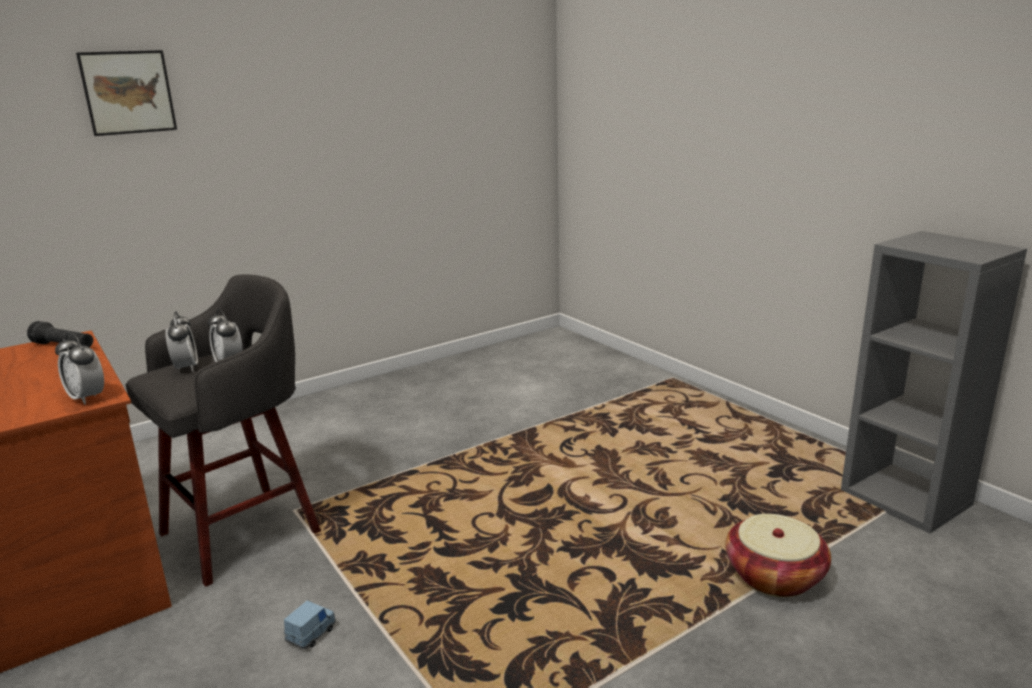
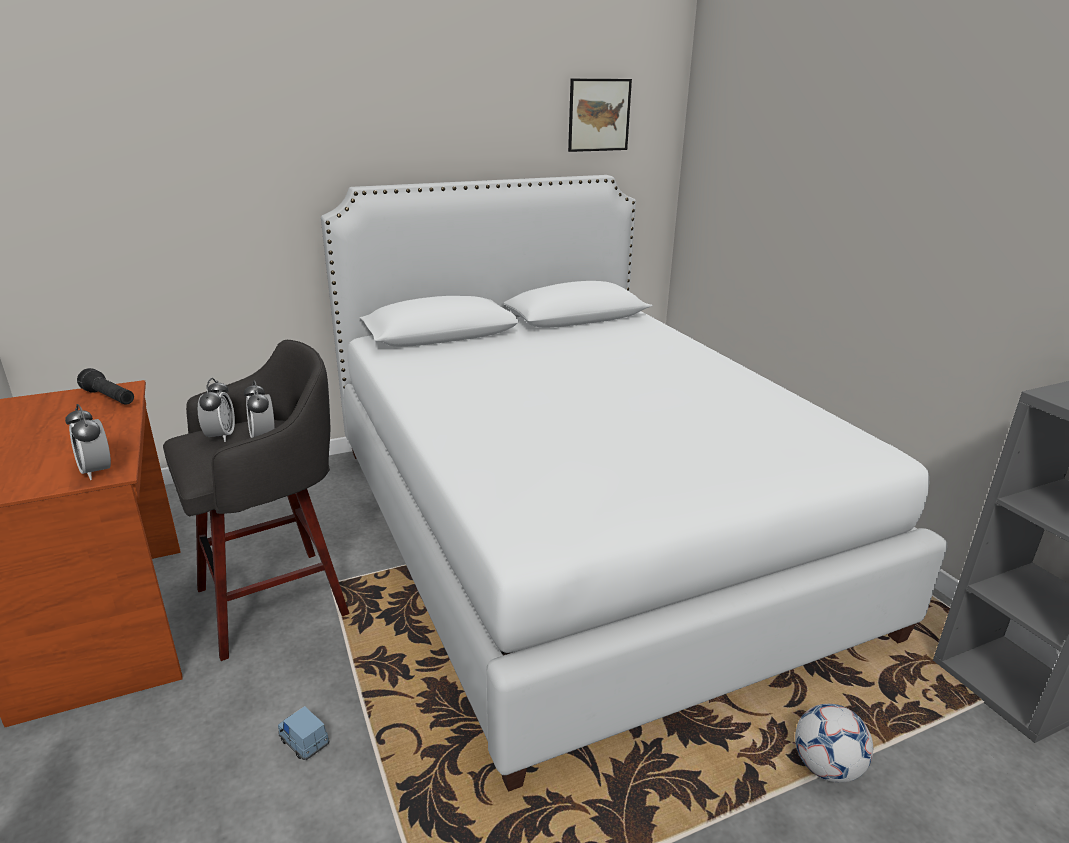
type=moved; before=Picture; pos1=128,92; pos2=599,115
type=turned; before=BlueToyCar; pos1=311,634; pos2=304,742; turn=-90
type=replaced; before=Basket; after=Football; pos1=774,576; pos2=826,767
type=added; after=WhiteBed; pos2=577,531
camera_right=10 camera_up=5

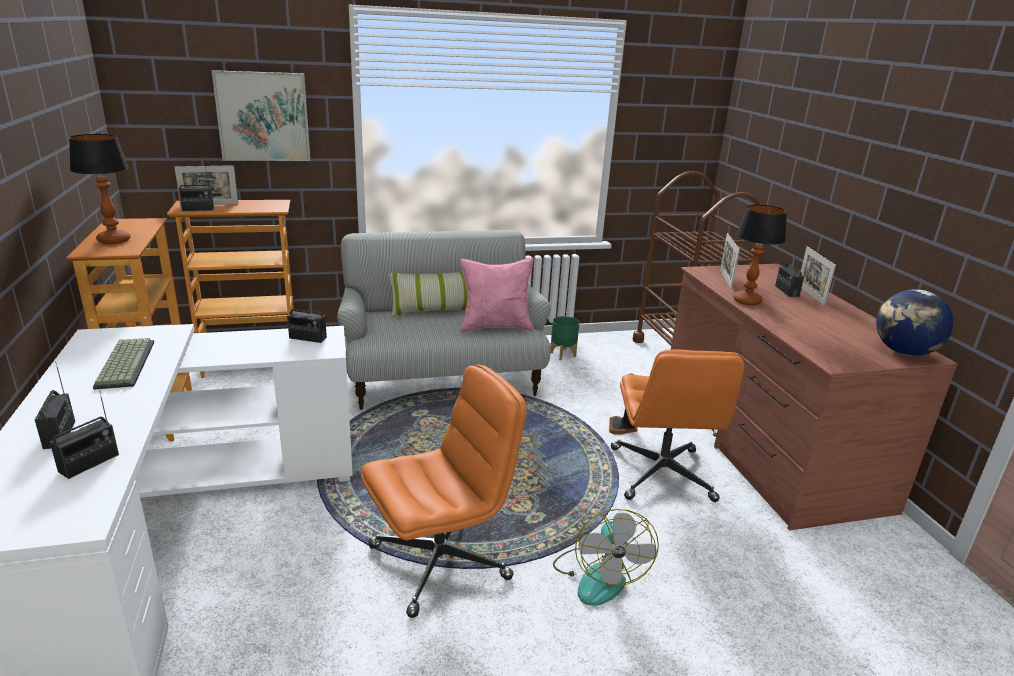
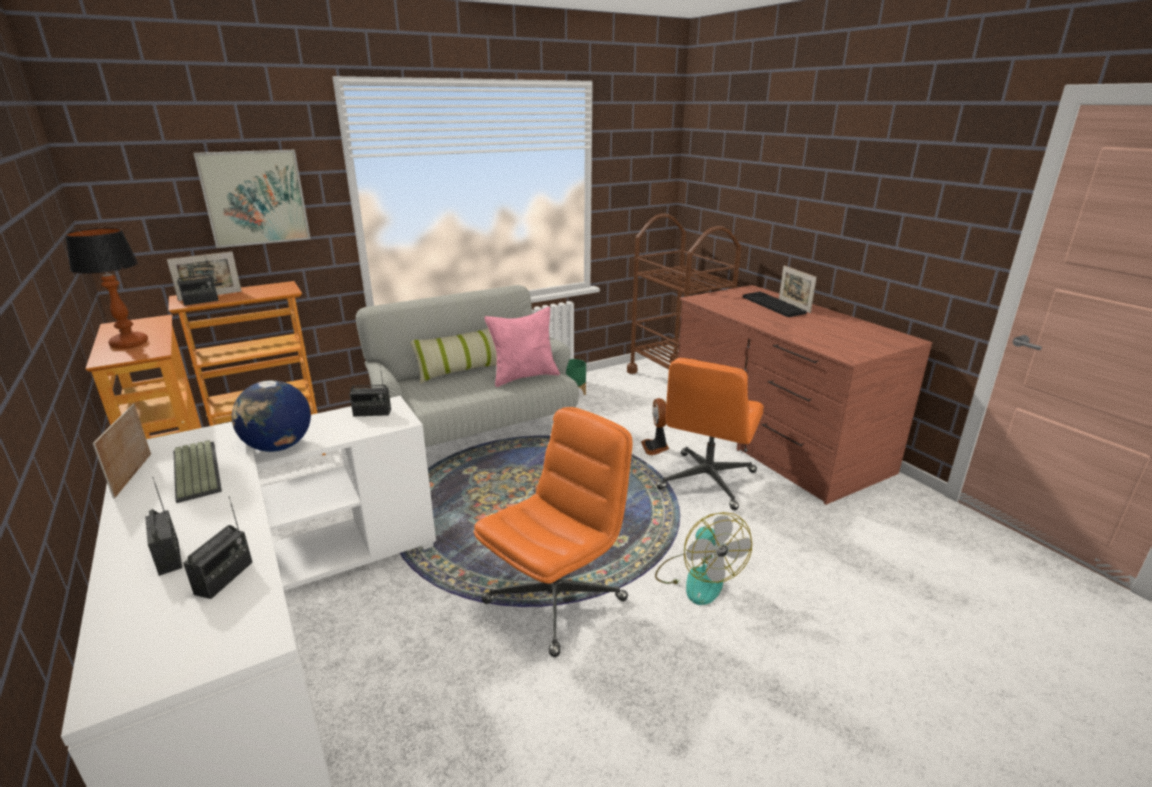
type=turned; before=OrangeOfficeChair; pos1=662,475; pos2=707,481; turn=45
type=moved; before=PictureFrame; pos1=725,279; pos2=133,475
type=removed; before=TableLamp; pos1=747,301
type=replaced; before=Radio; after=Keyboard; pos1=786,291; pos2=774,305
type=moved; before=Globe; pos1=904,352; pos2=278,447
camera_right=-15 camera_up=0

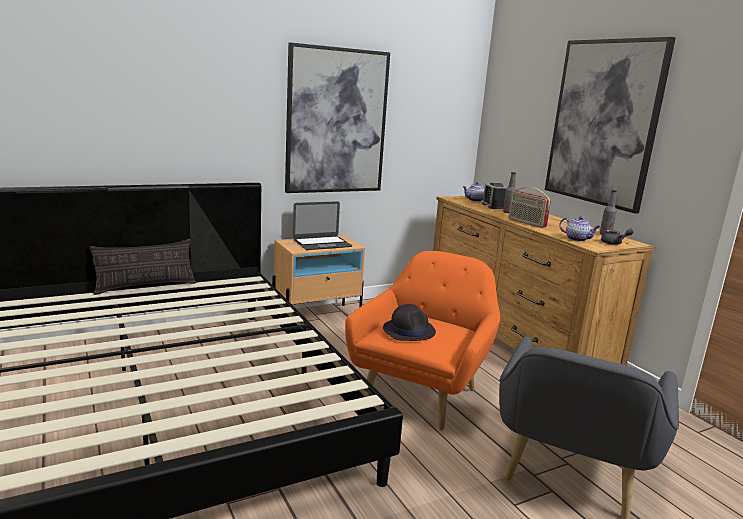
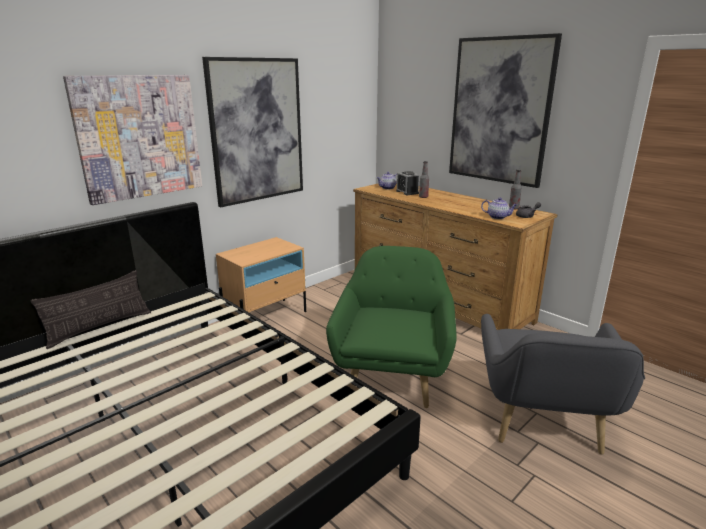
type=removed; before=Laptop; pos1=322,243
type=recoloured; before=OrangeArmchair; after=GreenArmchair; pos1=421,393; pos2=392,374
type=removed; before=BlackHat; pos1=409,330
type=removed; before=Radio; pos1=526,223
type=added; after=Picture; pos2=139,137
camera_right=-15 camera_up=5

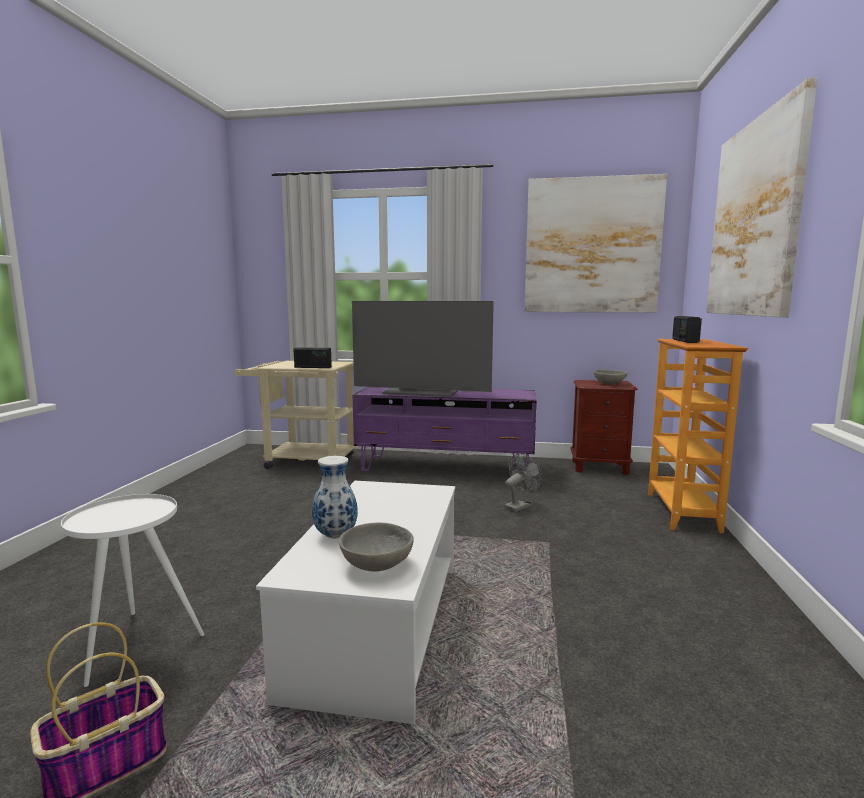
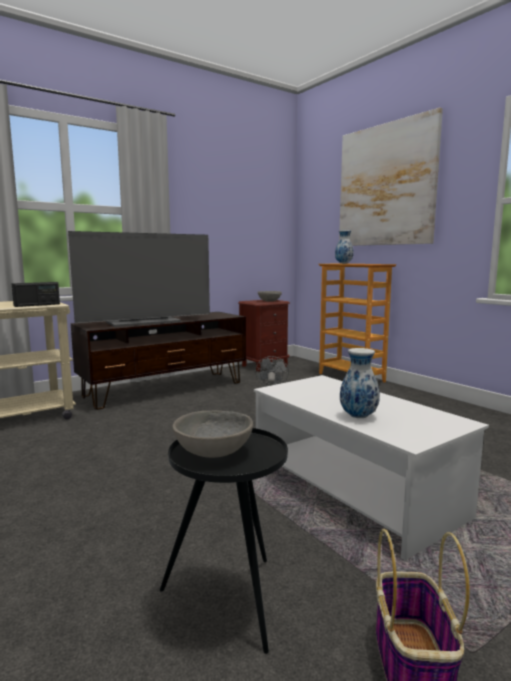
type=recoloured; before=WhiteSideTable; after=BlackSideTable; pos1=136,645; pos2=229,602
type=moved; before=GreyBowl; pos1=378,564; pos2=214,451
type=recoloured; before=PurpleTvStand; after=BrownTvStand; pos1=446,467; pos2=166,389
type=removed; before=Picture; pos1=592,246
type=replaced; before=Radio; after=Vase; pos1=684,341; pos2=344,263
camera_right=-45 camera_up=0

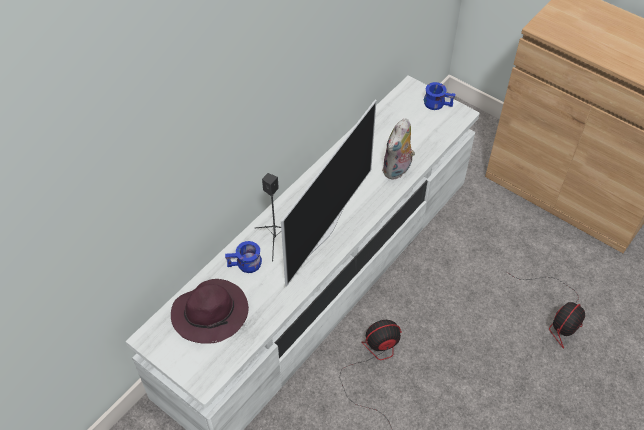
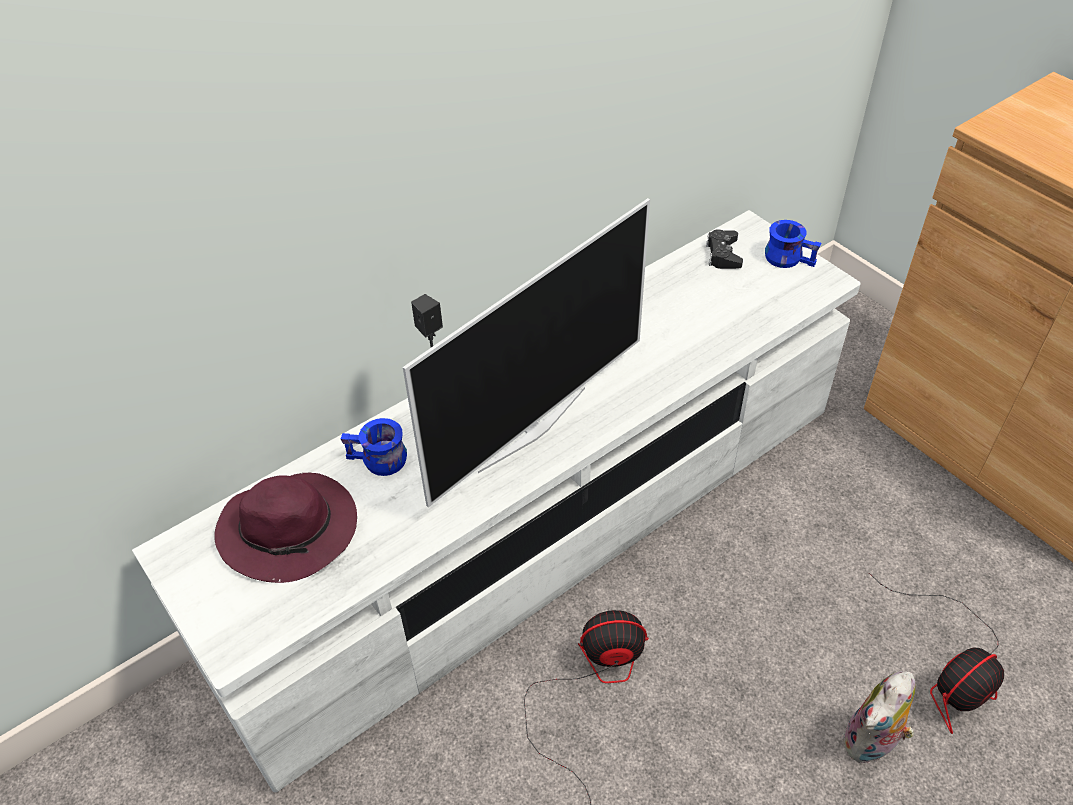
type=moved; before=PlushToy; pos1=397,170; pos2=871,743
type=added; after=BlackGameController; pos2=723,254
camera_right=15 camera_up=-5

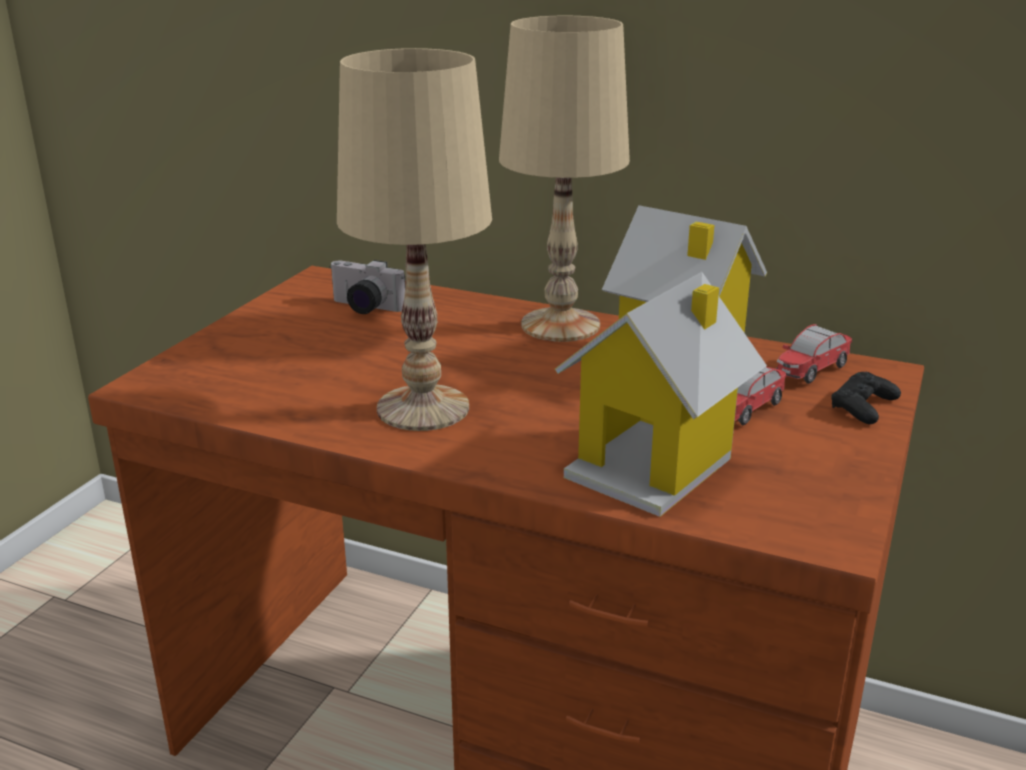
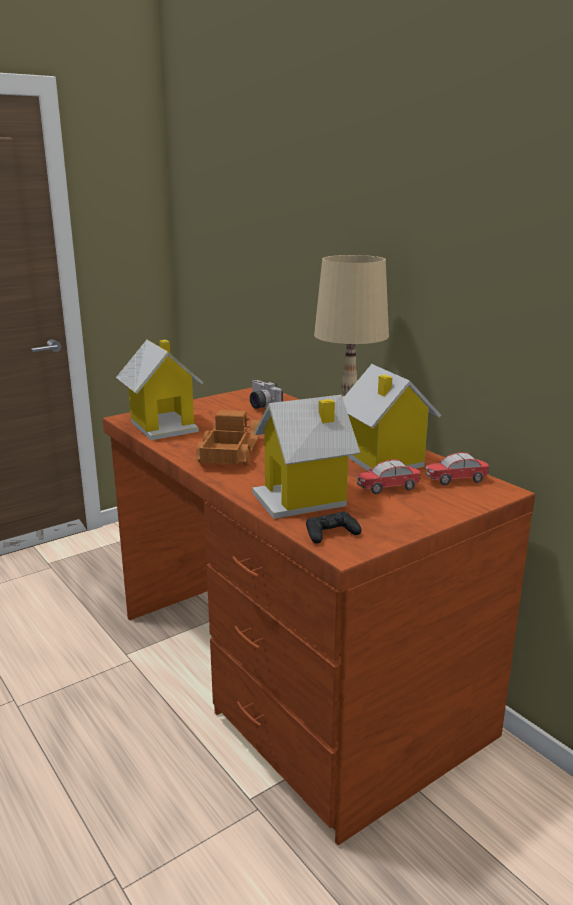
type=replaced; before=BeigeTableLamp; after=ToyTruck; pos1=422,409; pos2=228,452
type=moved; before=BlackGameController; pos1=863,406; pos2=331,533
type=added; after=ToyHouse; pos2=163,425
camera_right=30 camera_up=-5

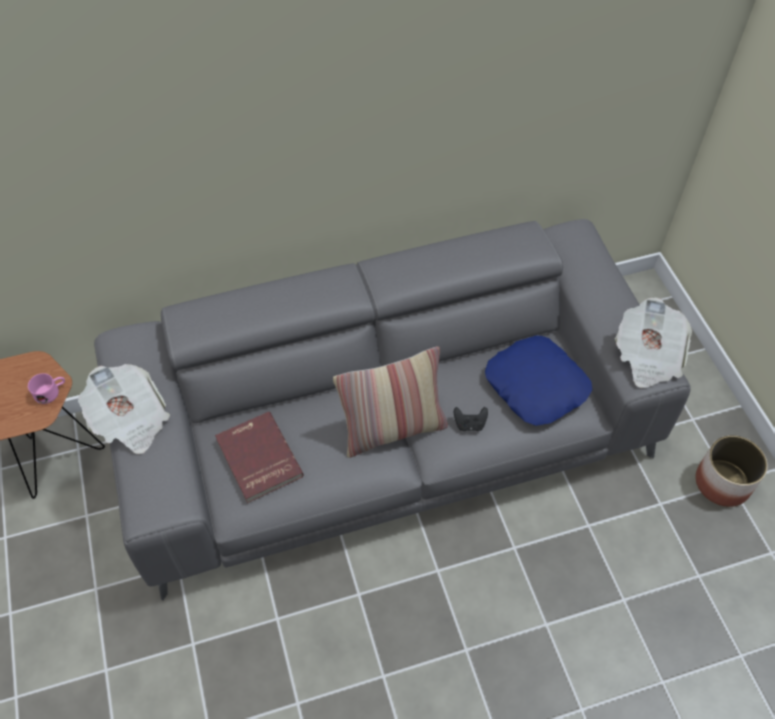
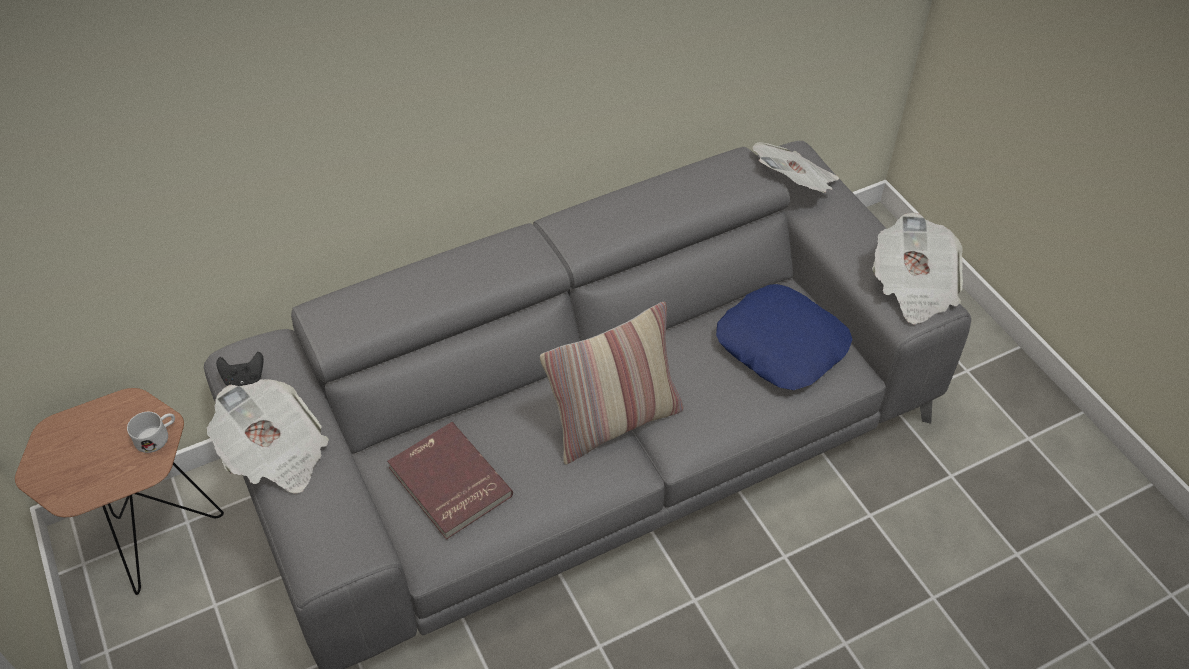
type=recoloured; before=PinkMug; after=WhiteMug; pos1=51,392; pos2=157,437
type=moved; before=BlackGameController; pos1=469,424; pos2=244,379
type=removed; before=Planter; pos1=722,483
type=added; after=Newspaper; pos2=794,185
camera_right=-10 camera_up=-5

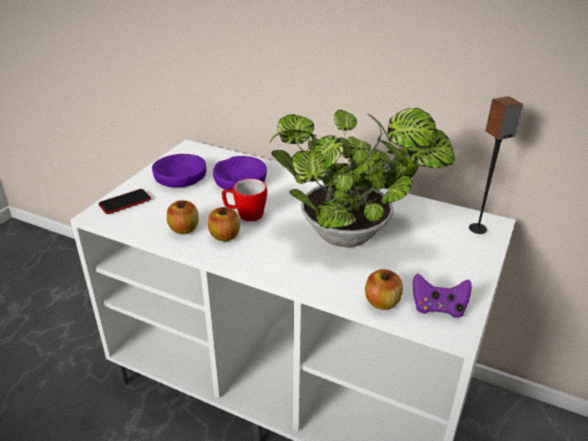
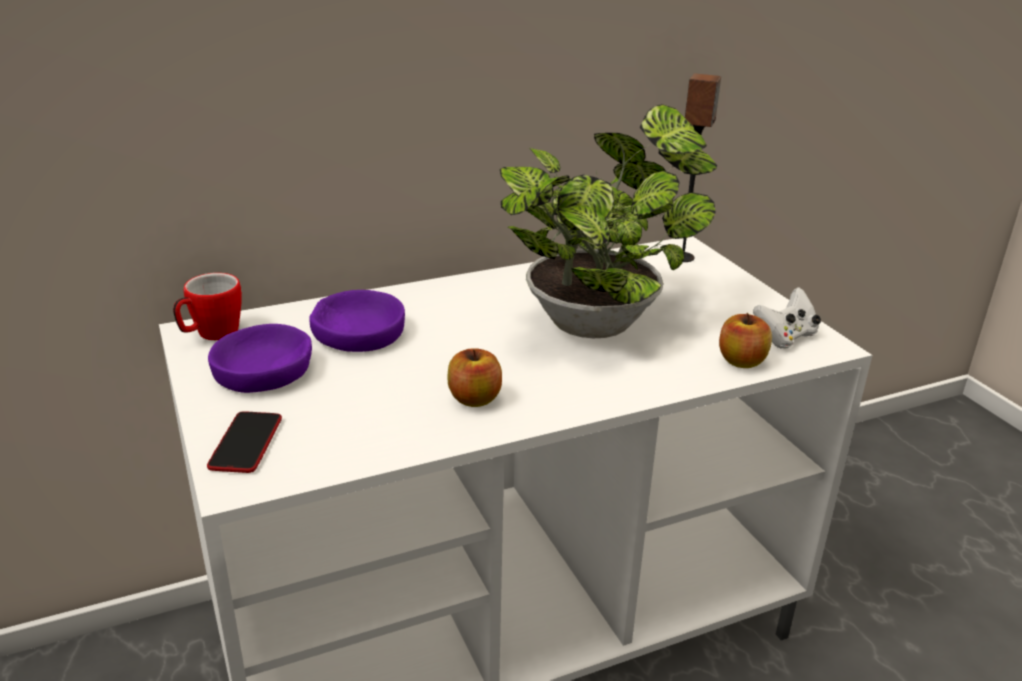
type=removed; before=Apple; pos1=184,229
type=moved; before=Mug; pos1=245,215; pos2=211,335
type=recoloured; before=PurpleGameController; after=WhiteGameController; pos1=438,308; pos2=785,337
camera_right=-50 camera_up=-5

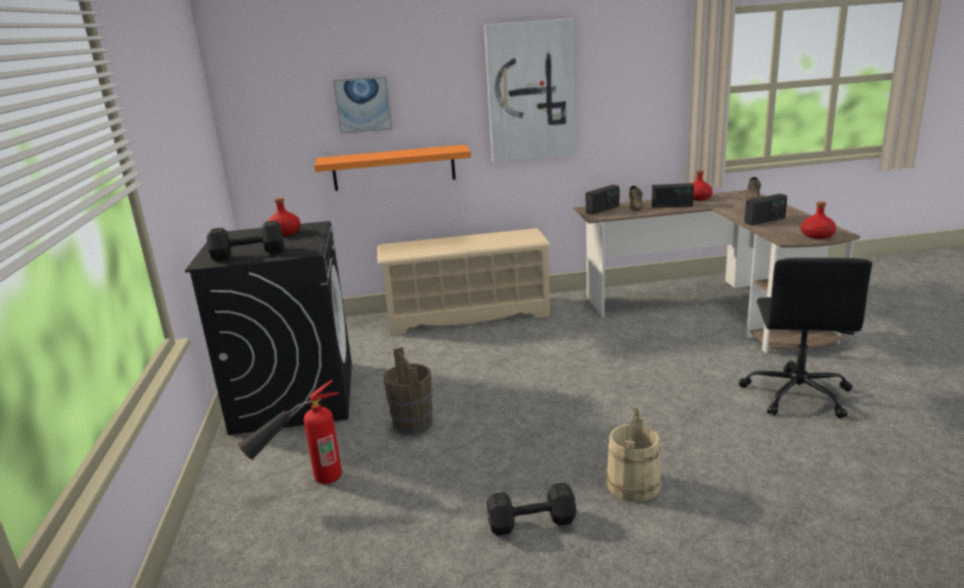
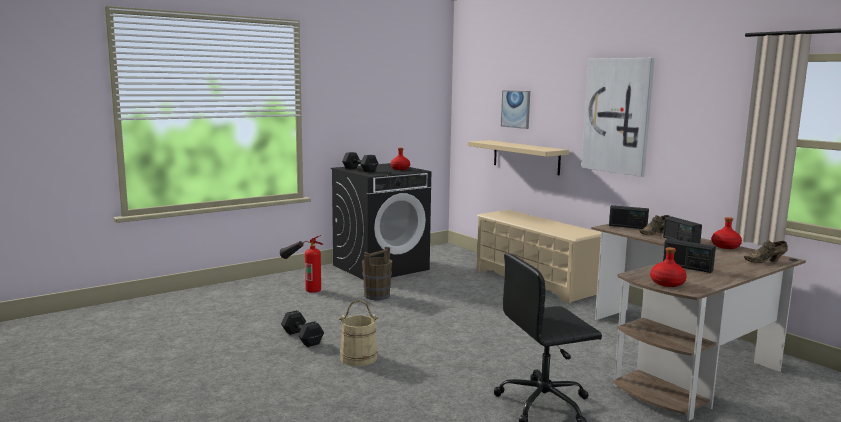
type=recoloured; before=OrangeShelf; after=BeigeShelf; pos1=394,168; pos2=526,157
camera_right=60 camera_up=-10

